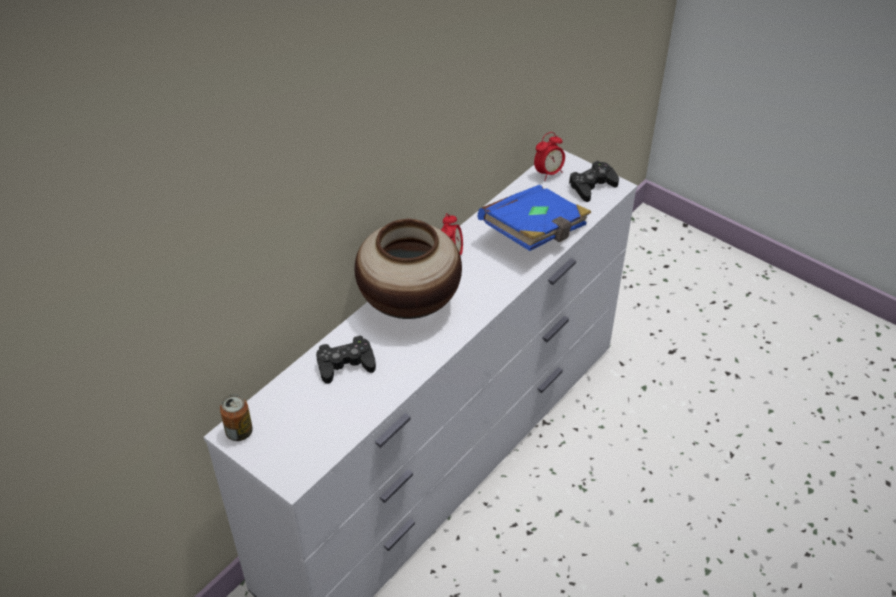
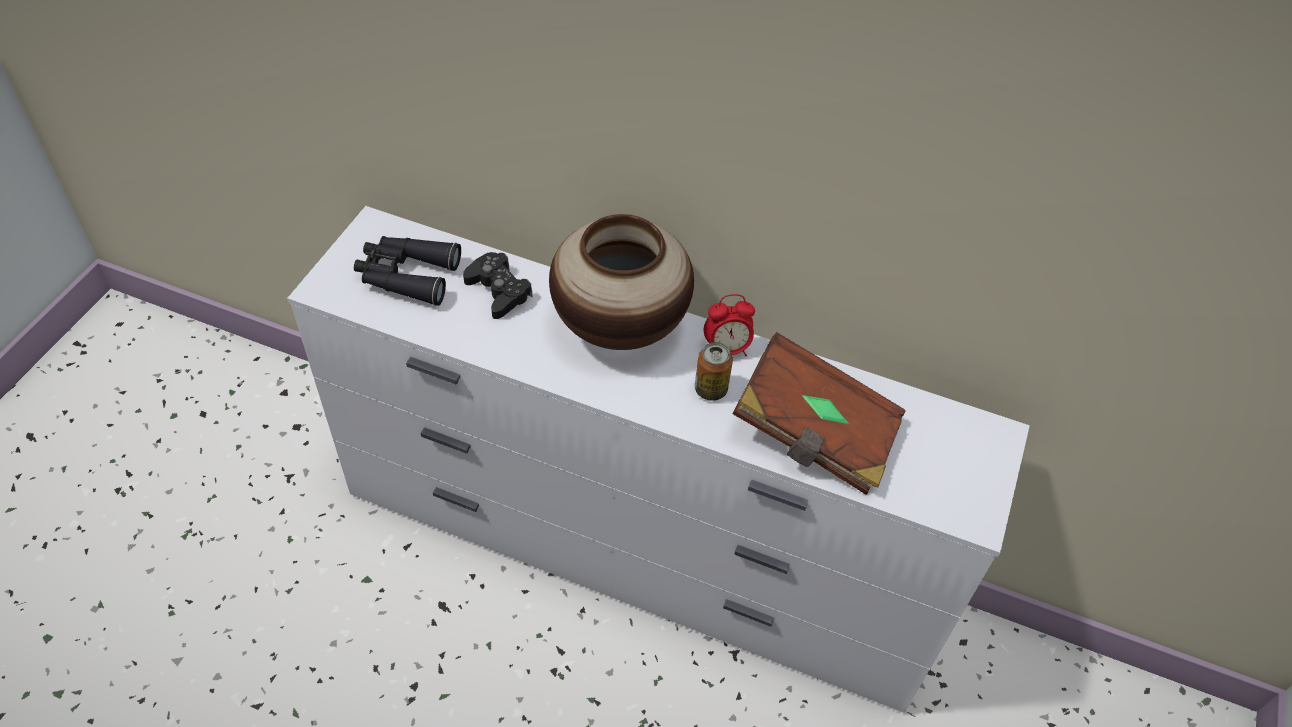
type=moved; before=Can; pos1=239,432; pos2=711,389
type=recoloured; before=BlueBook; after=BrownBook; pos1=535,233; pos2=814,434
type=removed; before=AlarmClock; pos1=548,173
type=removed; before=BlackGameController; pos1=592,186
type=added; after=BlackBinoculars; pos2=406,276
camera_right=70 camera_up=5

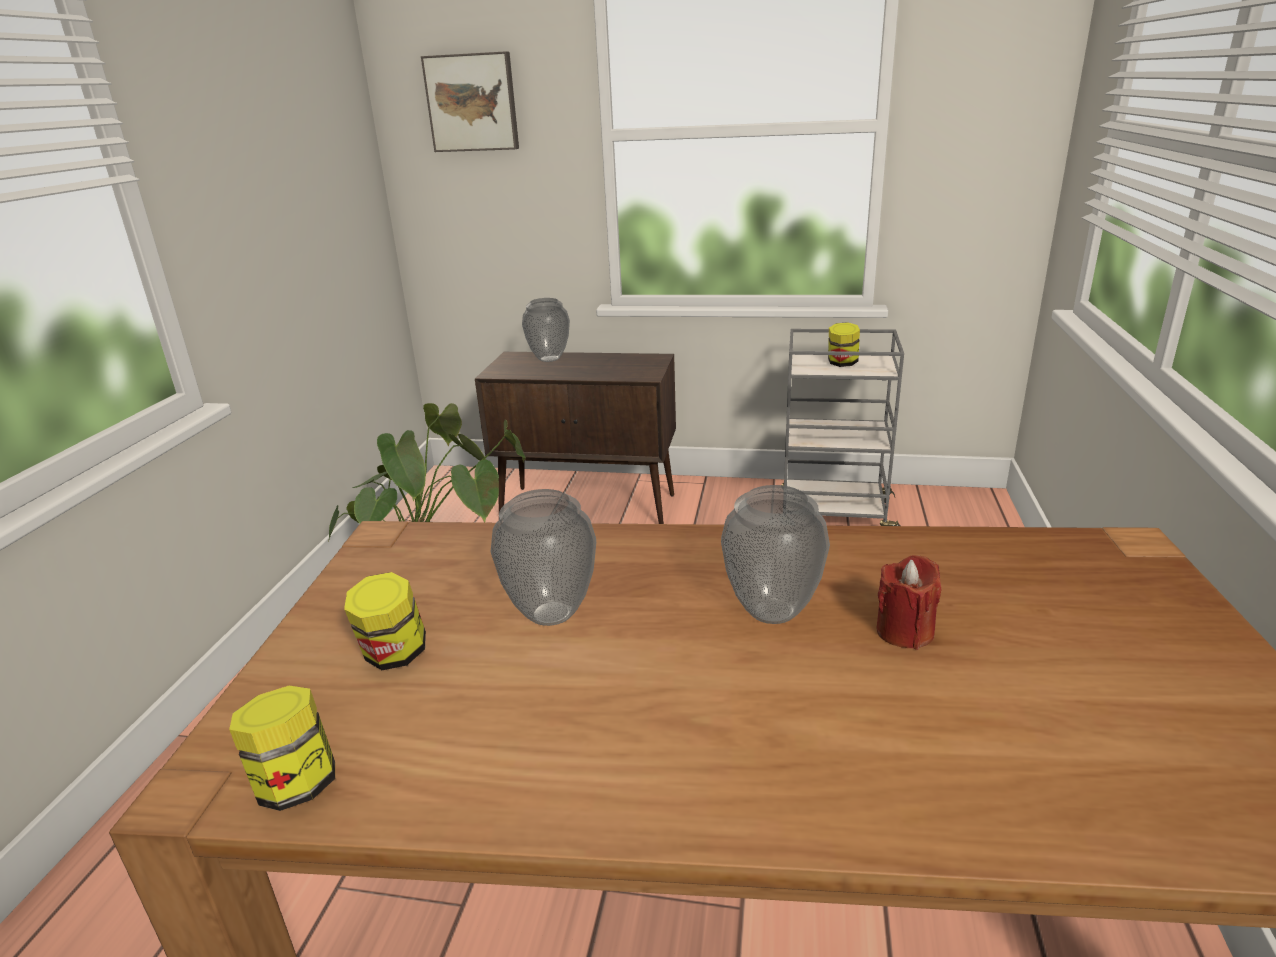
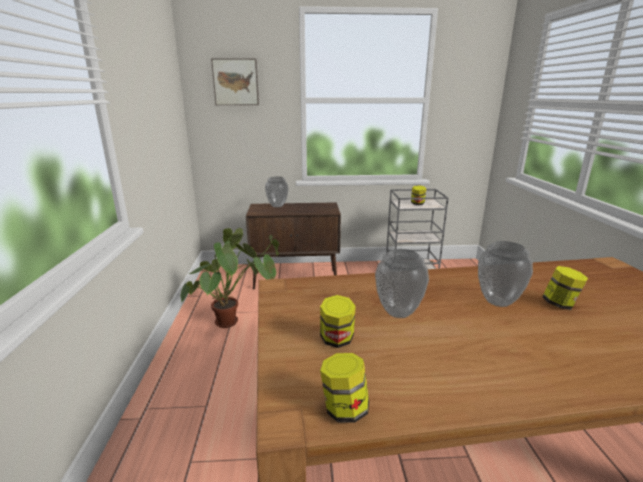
type=replaced; before=RedCandle; after=Jar; pos1=904,631; pos2=560,304
camera_right=-15 camera_up=-5

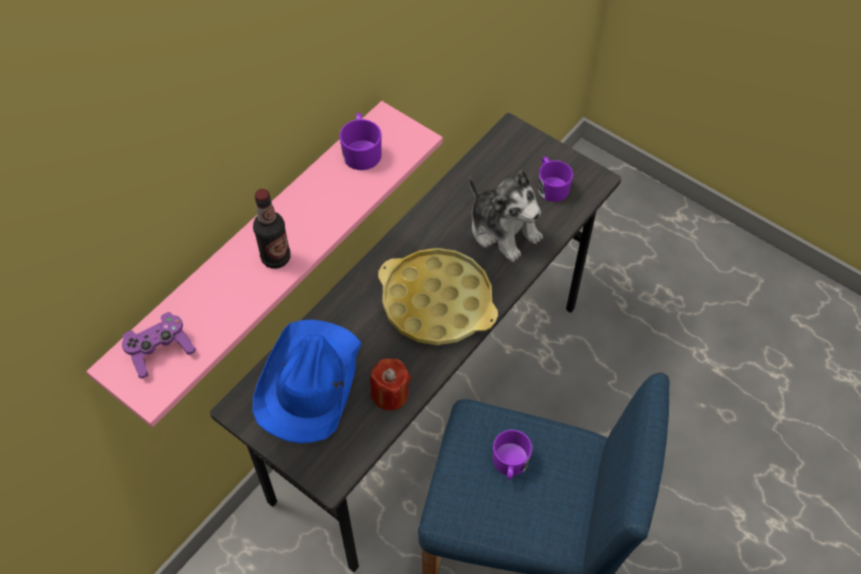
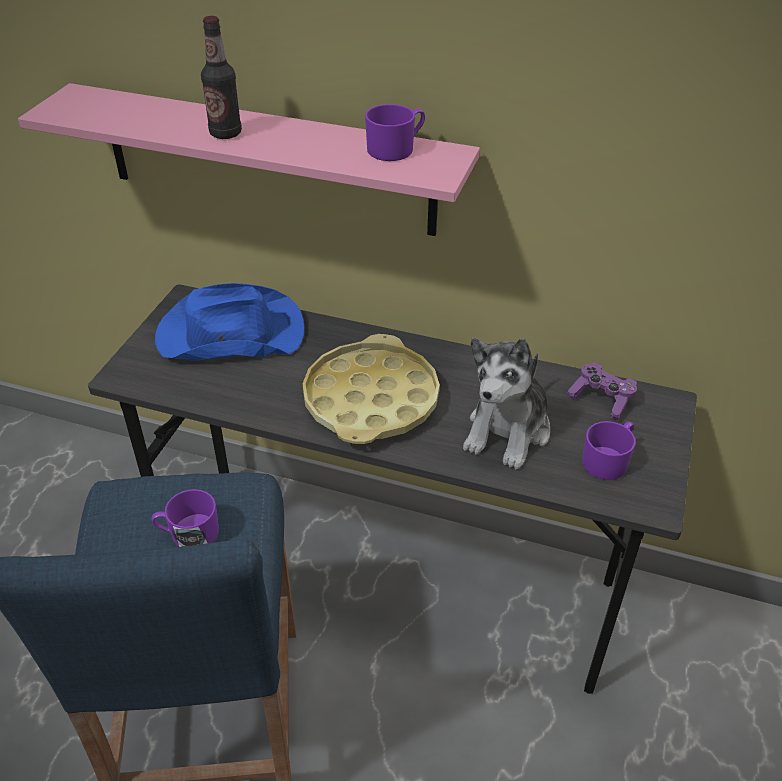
type=moved; before=PurpleGameController; pos1=160,350; pos2=601,399
type=removed; before=RedCandle; pos1=390,394
camera_right=70 camera_up=-15

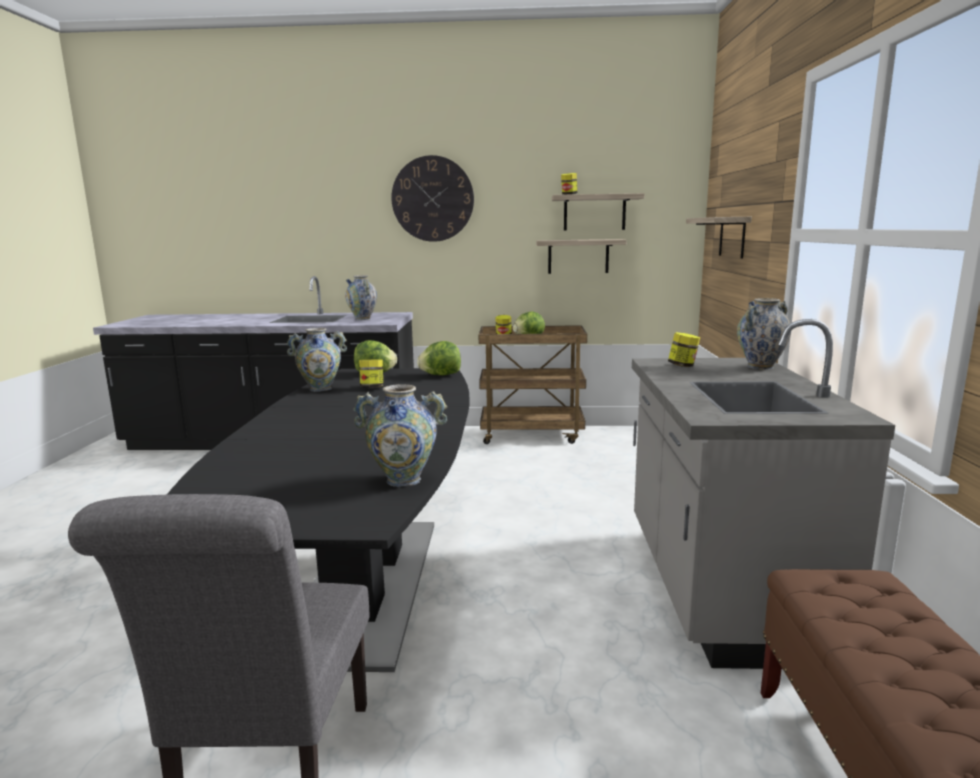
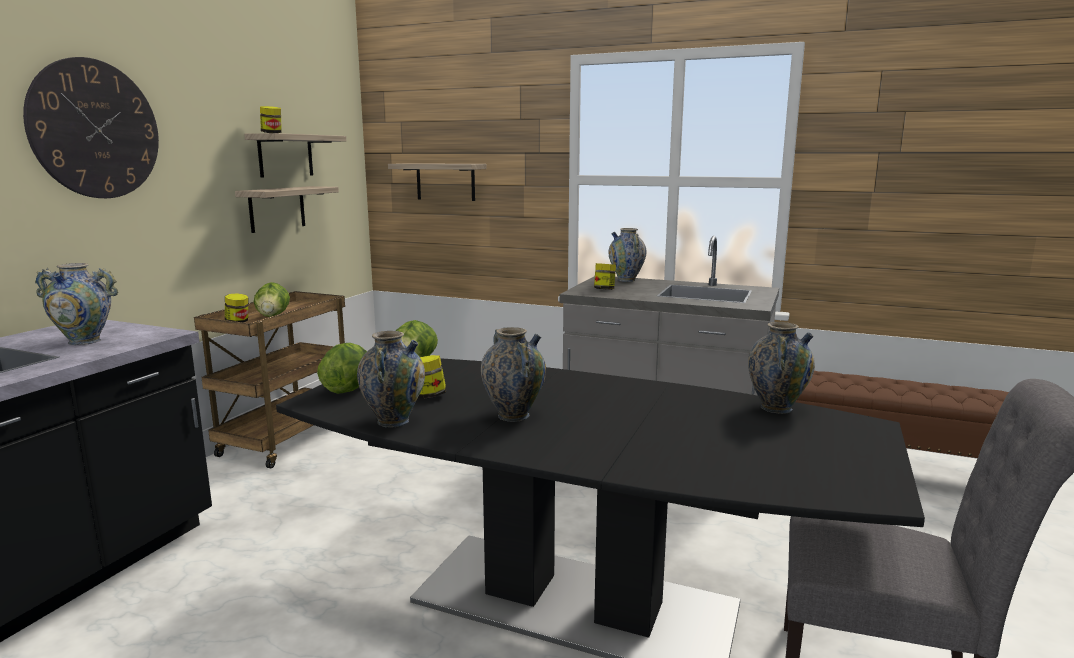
type=added; after=Vase; pos2=513,415
camera_right=-70 camera_up=0

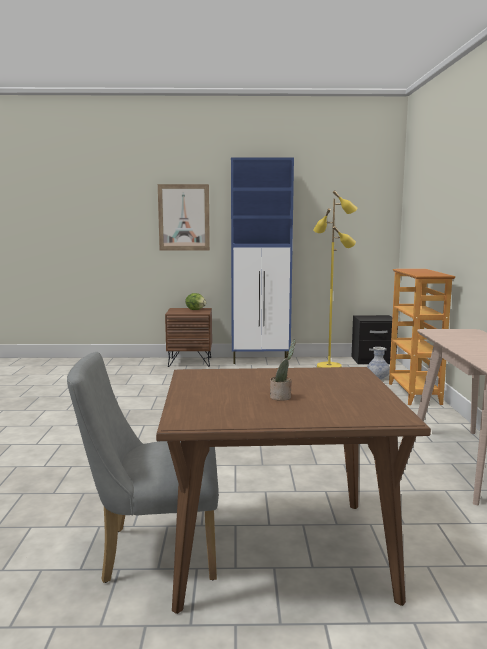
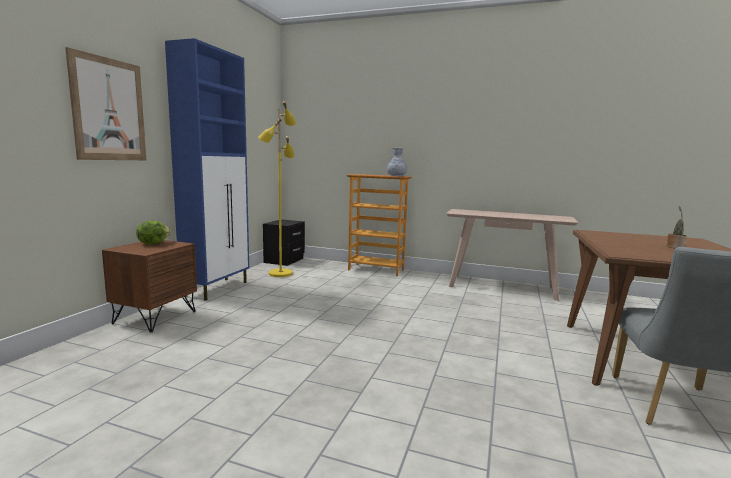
type=moved; before=Vase; pos1=377,378; pos2=396,176
camera_right=-70 camera_up=0

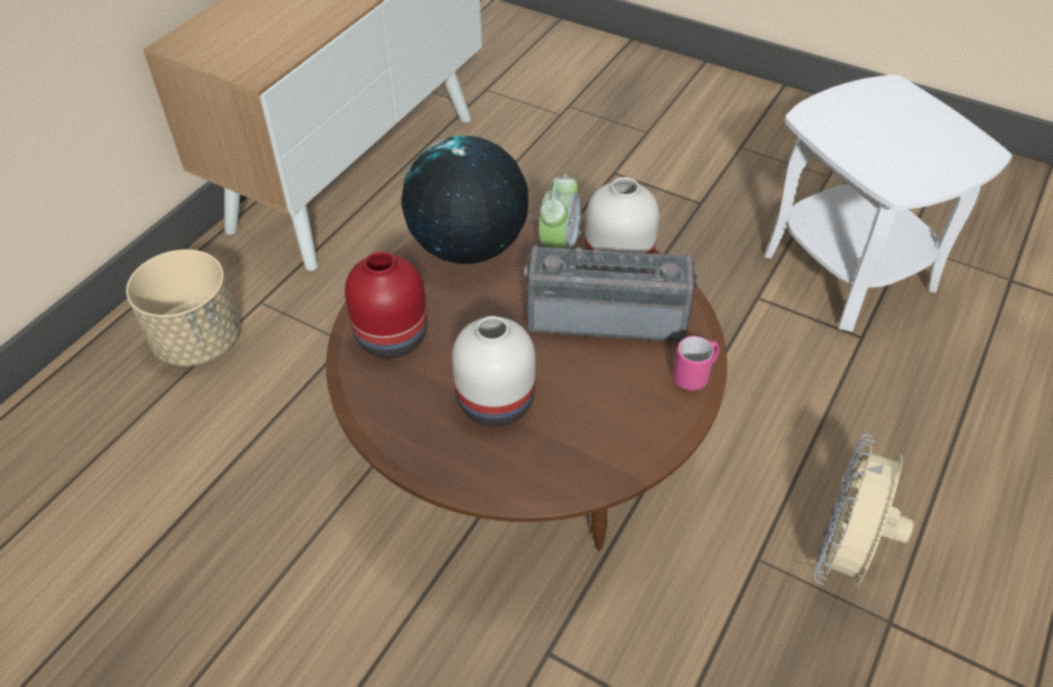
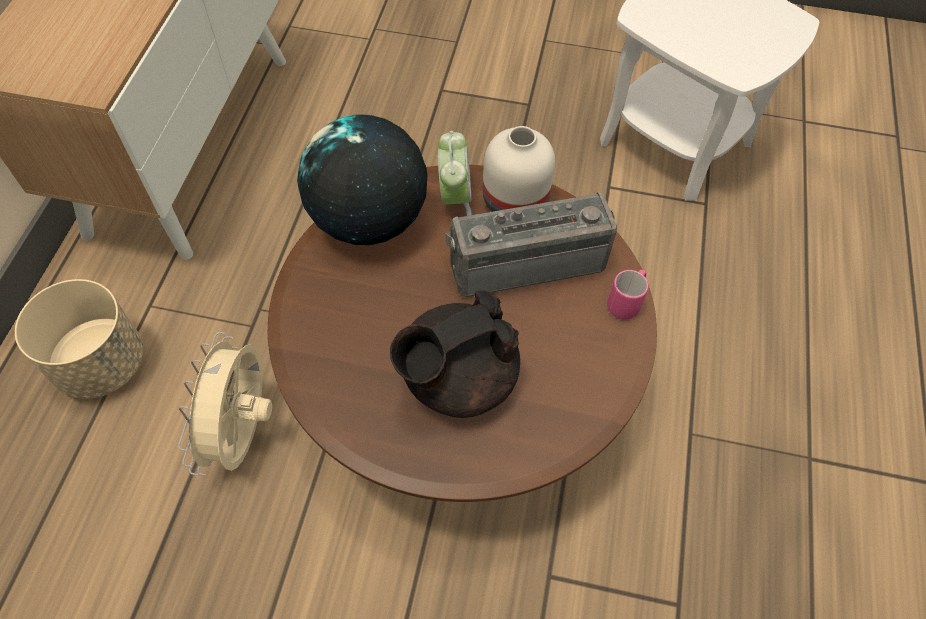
type=removed; before=RedVase; pos1=390,337
type=replaced; before=WhiteVase; after=BlackTeapot; pos1=494,401; pos2=456,378
type=moved; before=BeigeFan; pos1=844,555; pos2=244,433
camera_right=-20 camera_up=10

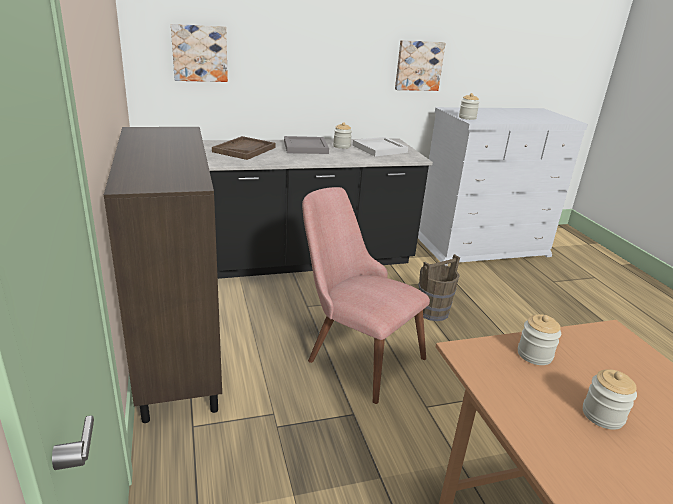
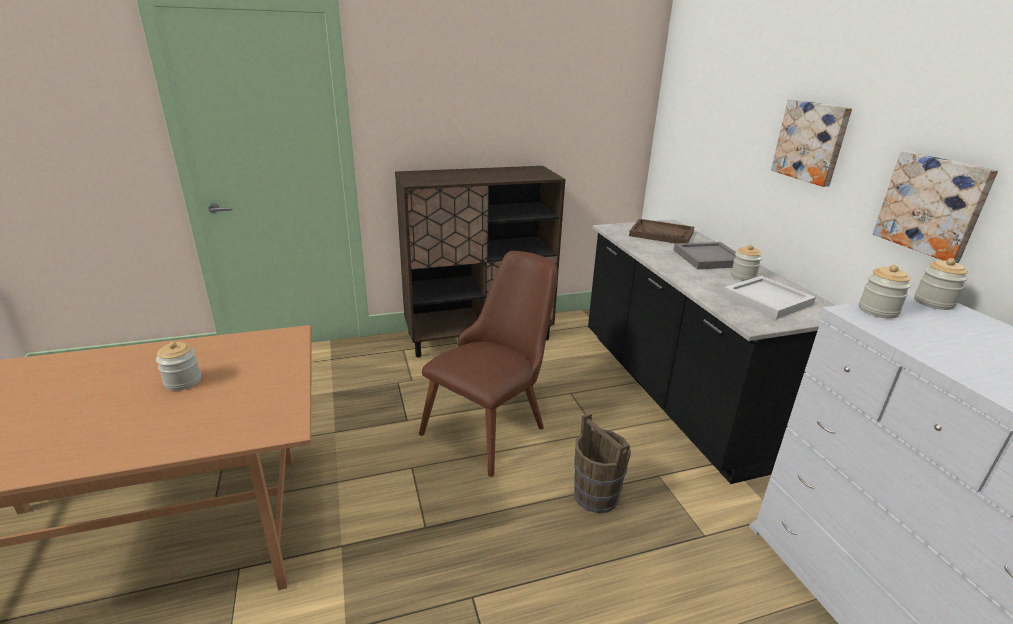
type=moved; before=Picture; pos1=199,53; pos2=811,141
type=recoloured; before=PinkChair; after=BrownChair; pos1=354,353; pos2=492,423
type=moved; before=Jar; pos1=534,355; pos2=933,303
camera_right=90 camera_up=0

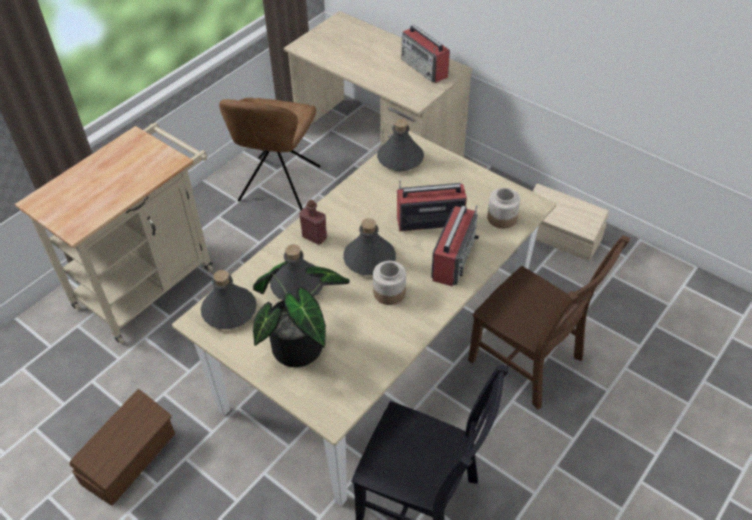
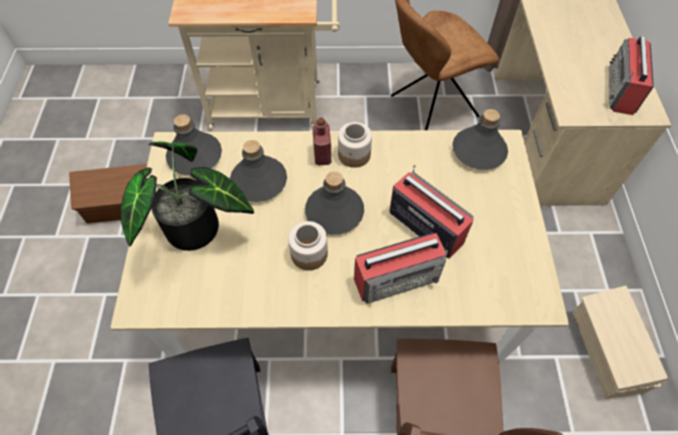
type=moved; before=Jar; pos1=502,218; pos2=354,155
camera_right=50 camera_up=10

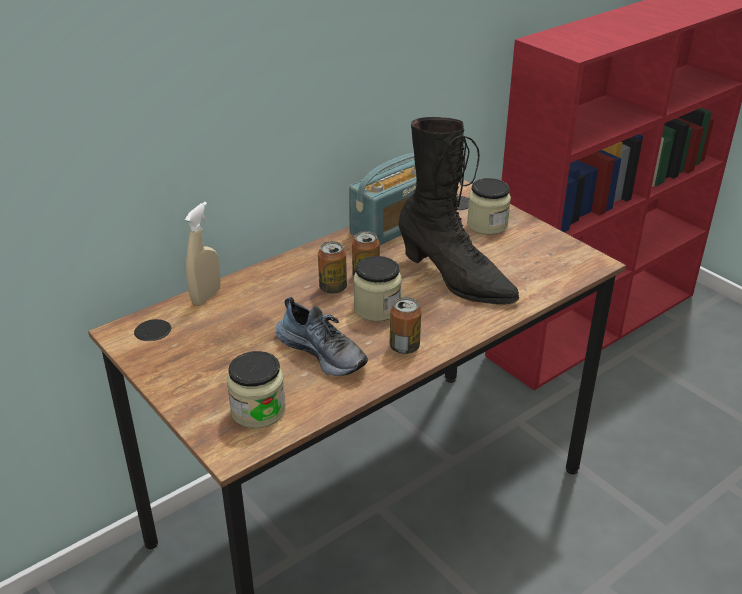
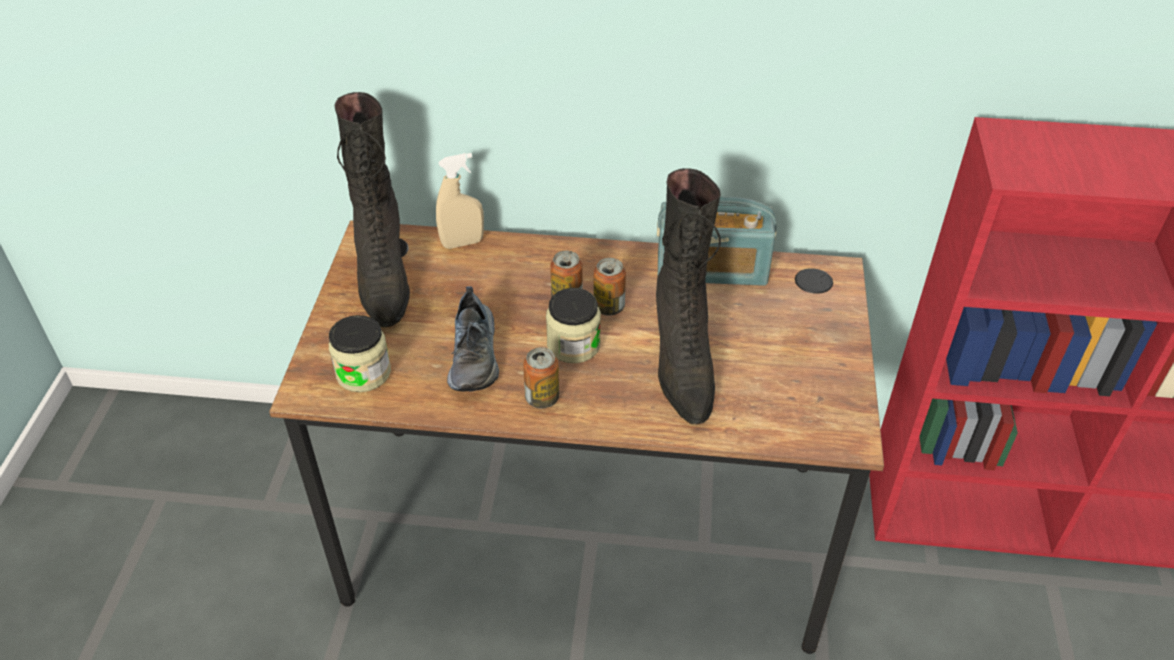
type=removed; before=Jar; pos1=487,225
type=added; after=BlackBoot; pos2=383,277
camera_right=45 camera_up=10

